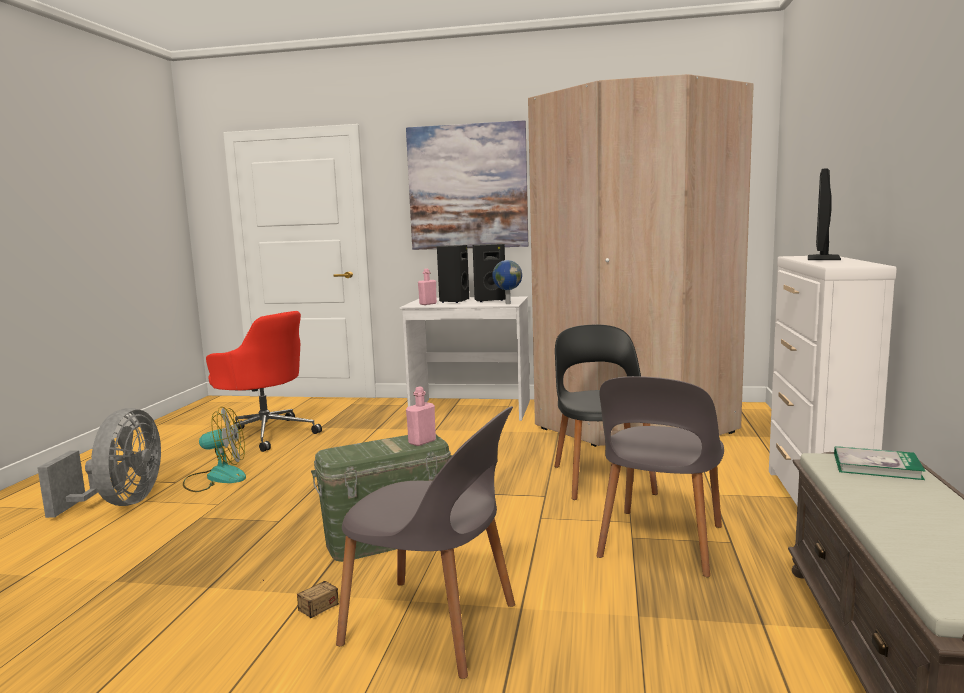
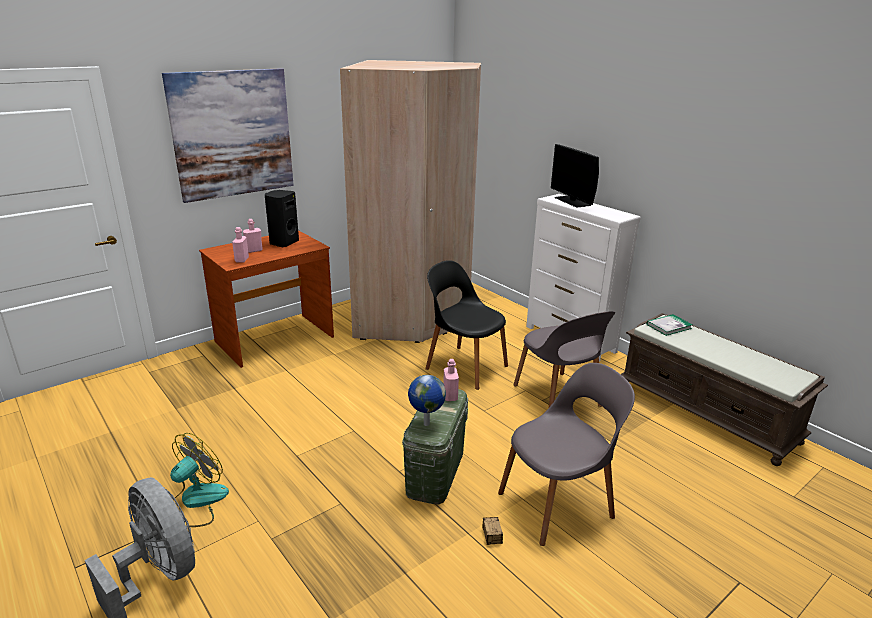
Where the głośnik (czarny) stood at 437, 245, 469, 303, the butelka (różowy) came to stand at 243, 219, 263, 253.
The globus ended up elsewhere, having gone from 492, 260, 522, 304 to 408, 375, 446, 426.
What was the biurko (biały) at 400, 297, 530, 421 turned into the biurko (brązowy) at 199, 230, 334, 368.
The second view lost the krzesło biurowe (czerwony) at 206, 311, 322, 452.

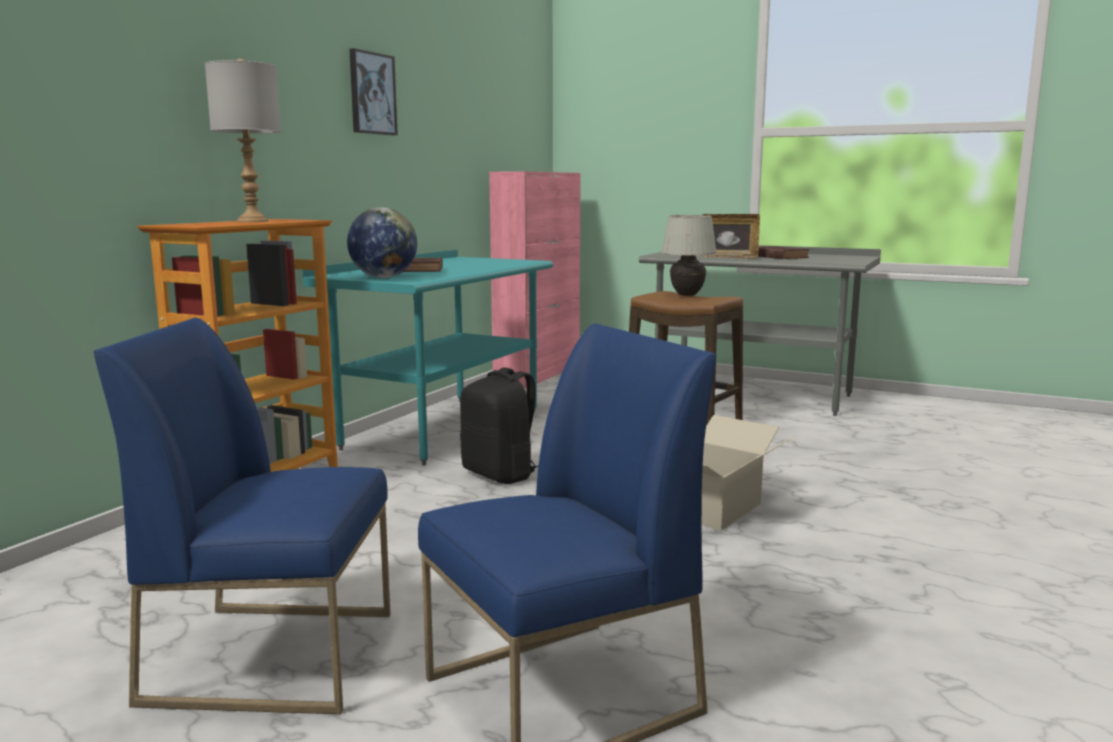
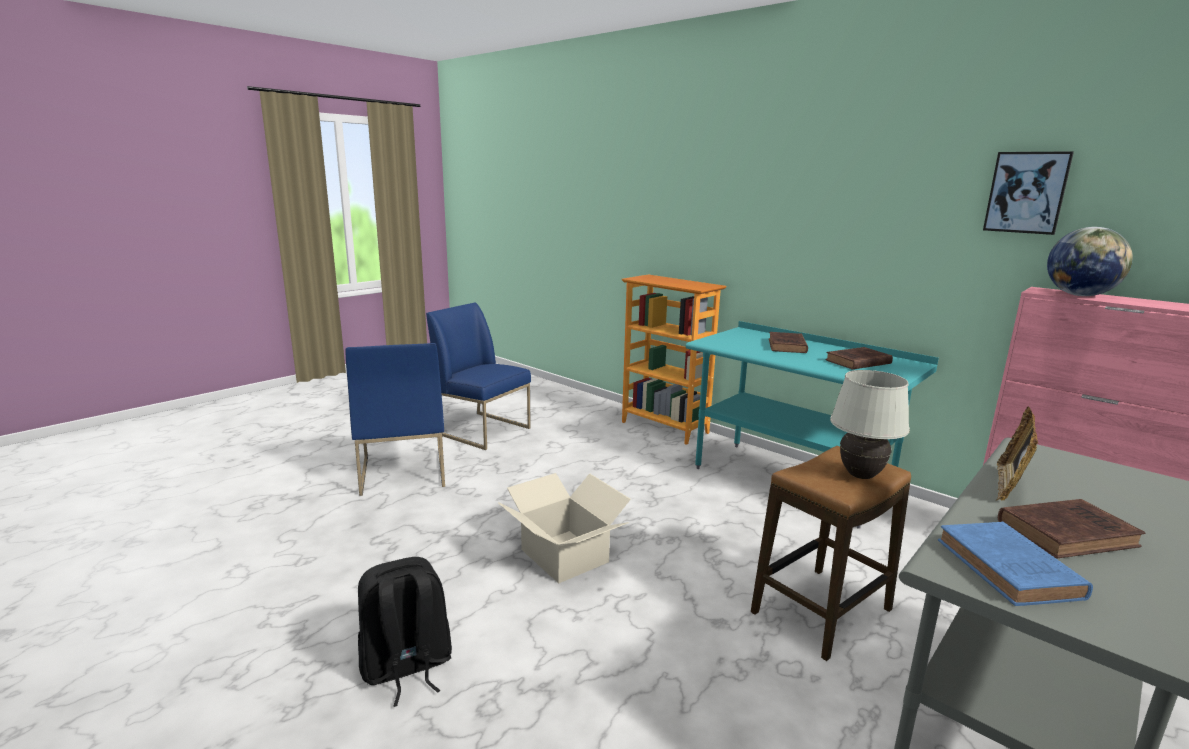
The obraz ended up elsewhere, having gone from 349, 48, 398, 135 to 983, 152, 1074, 235.
The second view lost the lampa stołowa (szary) at 205, 59, 281, 222.
The globus ended up elsewhere, having gone from 347, 207, 417, 278 to 1047, 227, 1133, 296.
The krzesło (niebieski) at 94, 318, 390, 714 ended up facing another way, 75 degrees counterclockwise from before.
The plecak (czarny) ended up elsewhere, having gone from 460, 367, 538, 484 to 358, 557, 452, 707.
The second view gained the książka (brązowy) at 825, 347, 893, 370.
The second view gained the książka (niebieski) at 938, 522, 1093, 606.

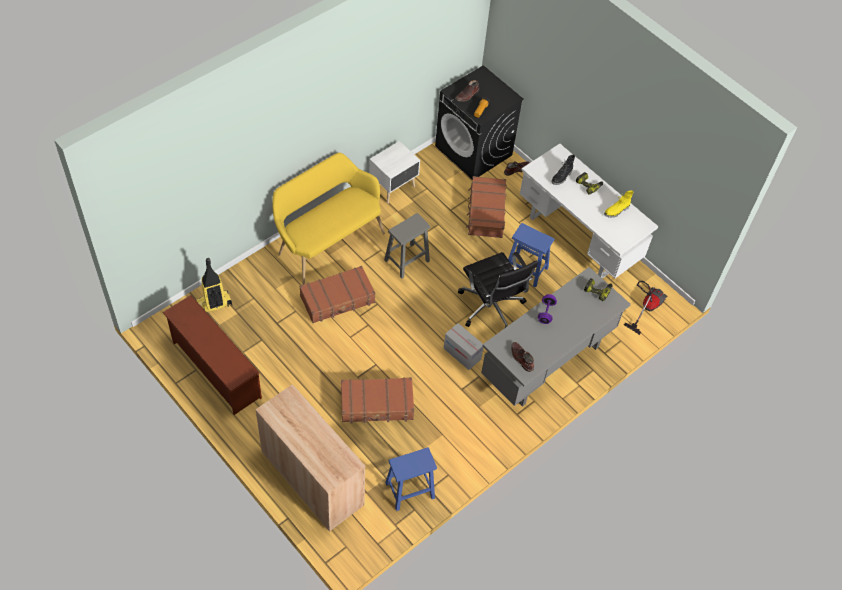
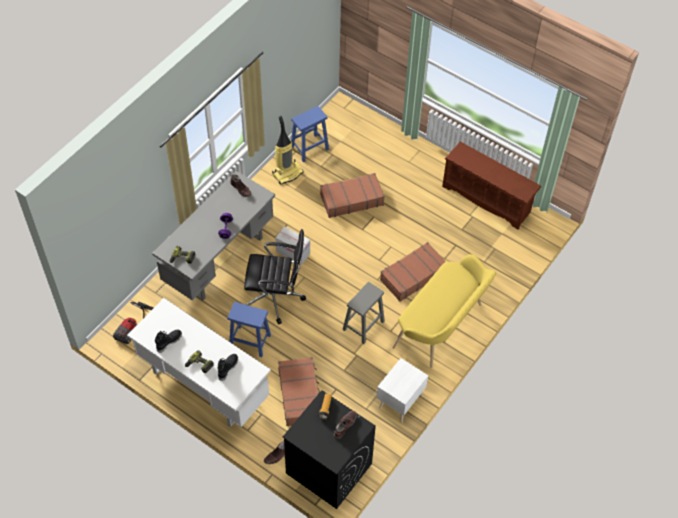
What was the but z cholewką (żółty) at 604, 191, 634, 218 turned into the but z cholewką (czarny) at 155, 330, 182, 353.
The krzesło biurowe (czarny) at 458, 252, 538, 328 ended up facing another way, 135 degrees clockwise from before.
The odkurzacz ended up elsewhere, having gone from 196, 258, 232, 312 to 272, 116, 304, 185.
The second view lost the szafka (beżowy) at 255, 384, 365, 532.

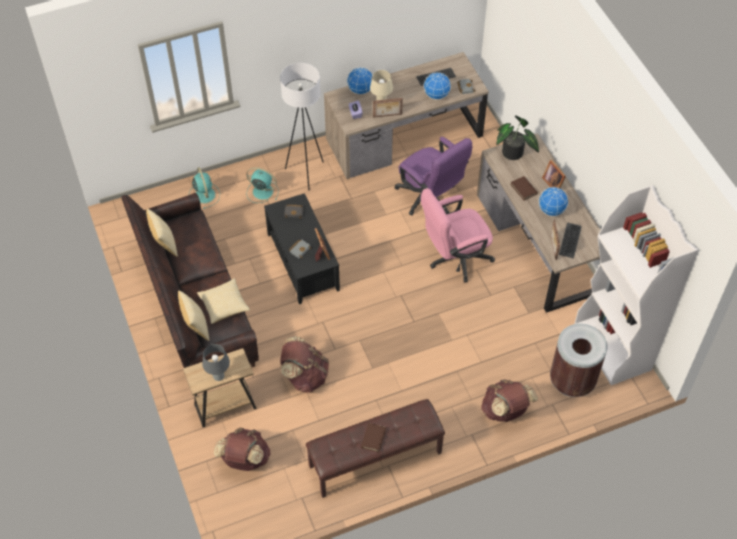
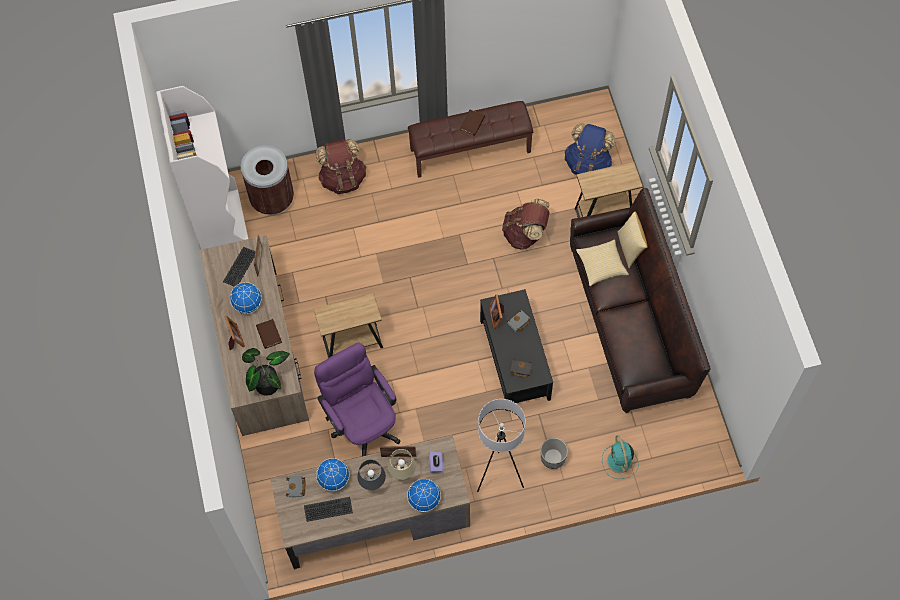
Where the wentylator (turkusowy) stood at 246, 167, 279, 203, the donica came to stand at 540, 438, 568, 469.
Where the krzesło biurowe (różowy) stood at 421, 188, 495, 282, the stolik (brązowy) came to stand at 313, 293, 383, 358.
The second view lost the poduszka at 146, 209, 178, 257.
The lampa stołowa (szary) ended up elsewhere, having gone from 202, 344, 230, 381 to 357, 459, 386, 490.
What was the plecak (brązowy) at 214, 428, 271, 471 turned into the plecak (niebieski) at 565, 123, 616, 175.

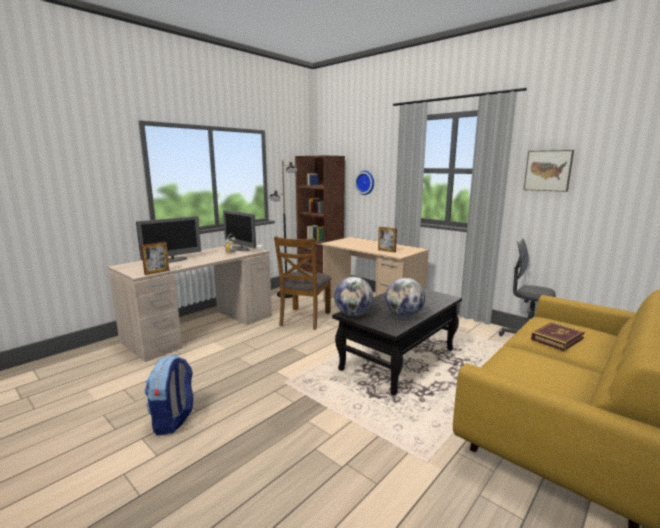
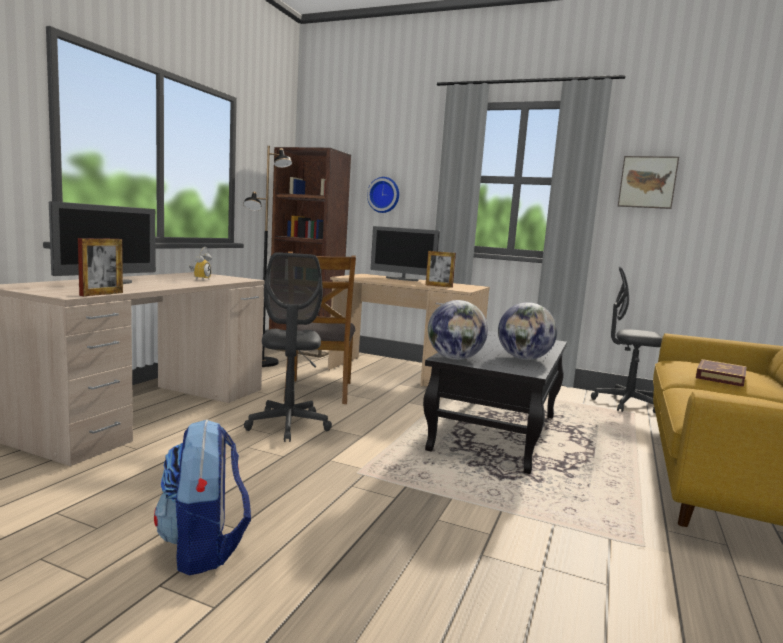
The monitor ended up elsewhere, having gone from 223, 210, 256, 251 to 370, 226, 440, 281.
The second view gained the krzesło biurowe (szary) at 244, 252, 332, 442.

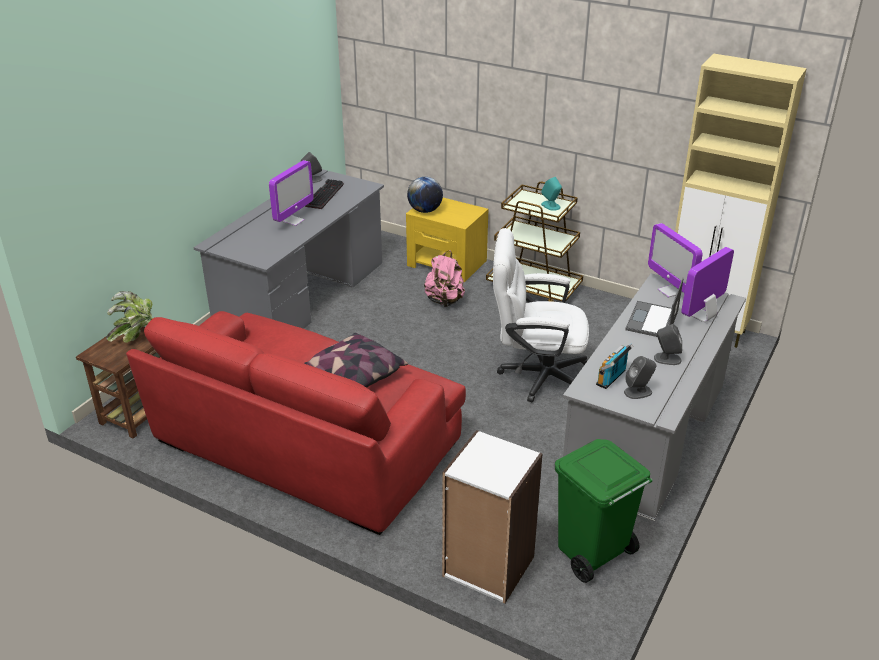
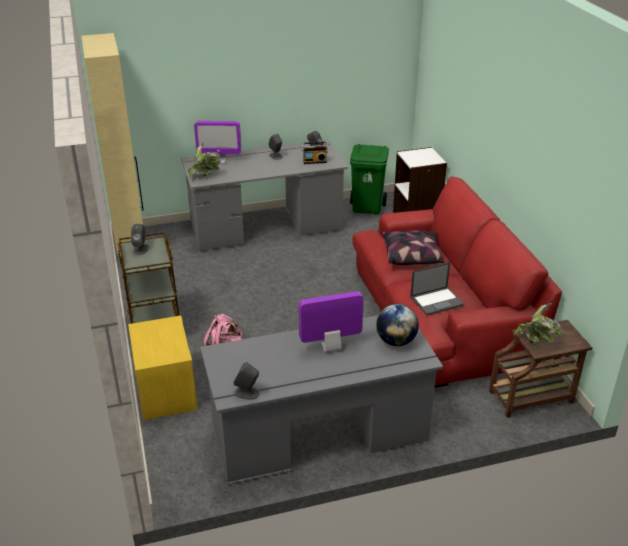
The globus ended up elsewhere, having gone from 407, 177, 443, 213 to 376, 304, 419, 346.
What was the głośnik (turkusowy) at 541, 177, 562, 211 turned into the głośnik (szary) at 131, 223, 149, 255.
The second view lost the klawiatura at 305, 179, 344, 209.
Where the monitor stood at 648, 223, 703, 298, the roślina doniczkowa came to stand at 188, 142, 221, 178.
The second view lost the krzesło biurowe (biały) at 493, 228, 589, 403.
The laptop ended up elsewhere, having gone from 625, 278, 684, 337 to 410, 262, 464, 316.

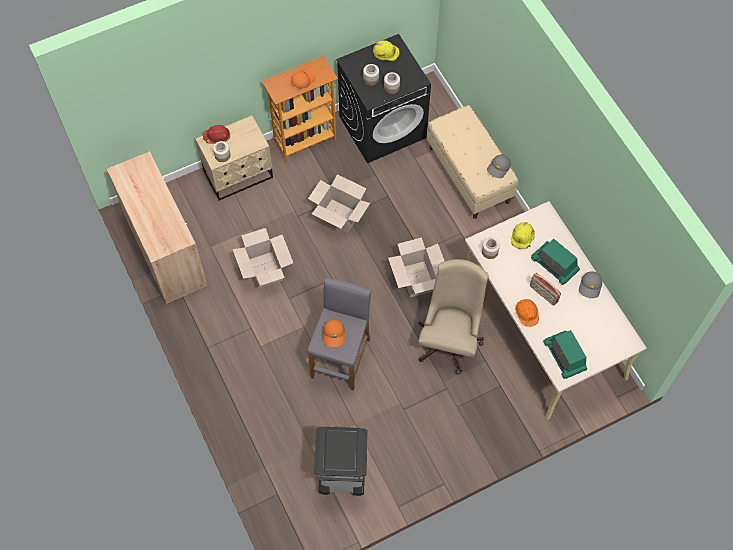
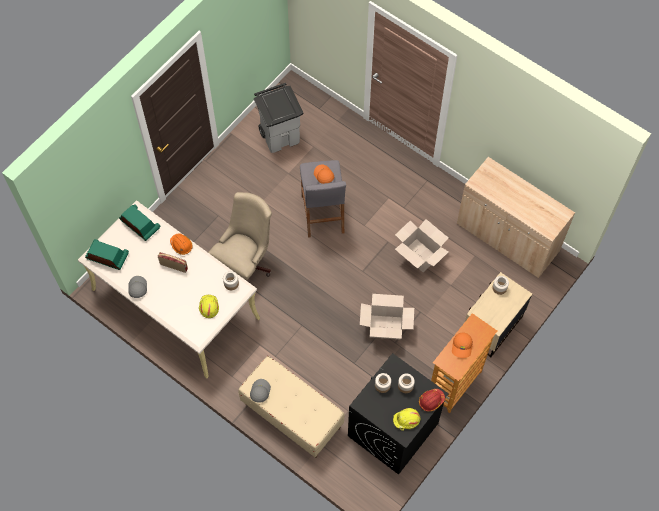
The kask (czerwony) ended up elsewhere, having gone from 203, 125, 230, 144 to 419, 389, 445, 412.
The second view lost the karton at 388, 237, 444, 297.
The radio ended up elsewhere, having gone from 531, 239, 580, 285 to 85, 239, 129, 270.
The krzesło biurowe (beżowy) at 418, 259, 488, 375 ended up facing another way, 135 degrees counterclockwise from before.

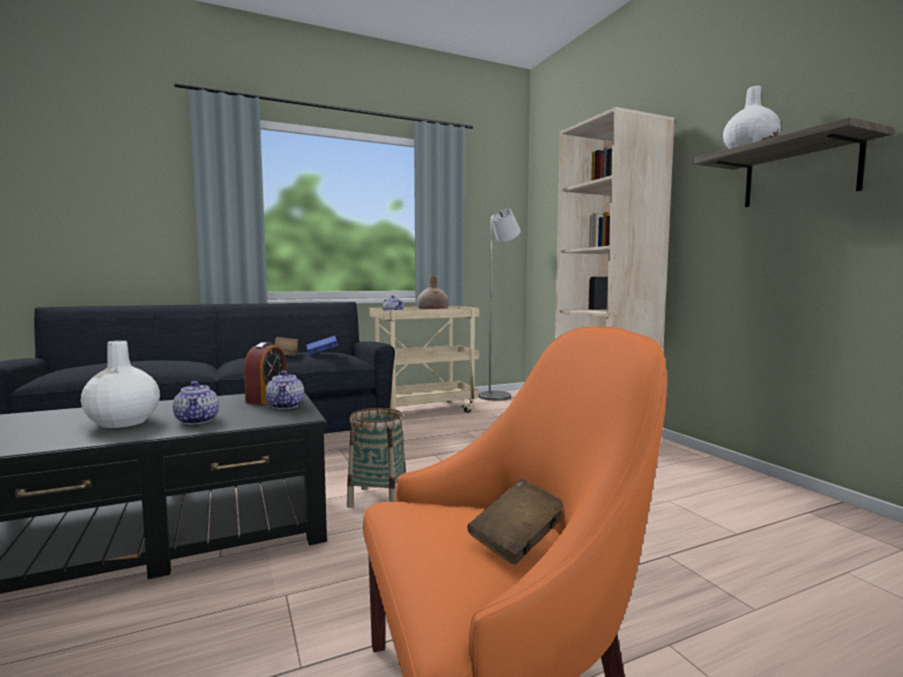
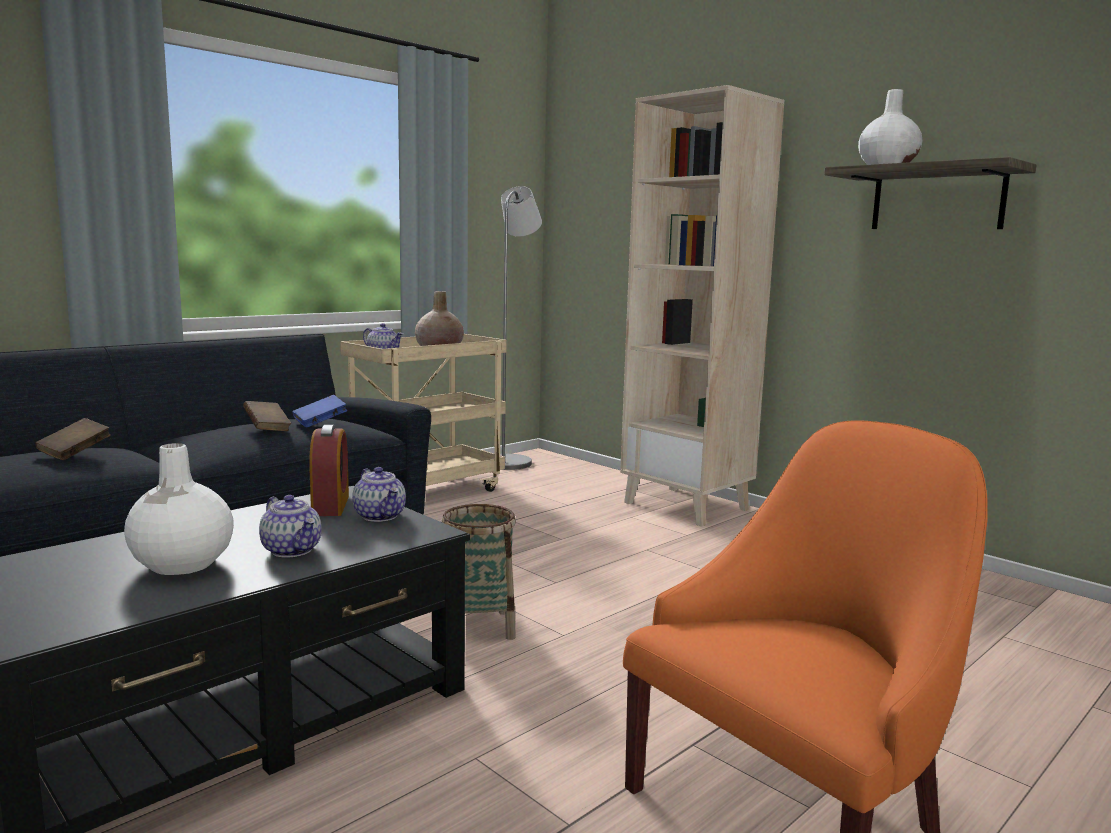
The książka (brązowy) ended up elsewhere, having gone from 467, 479, 564, 565 to 35, 418, 111, 460.

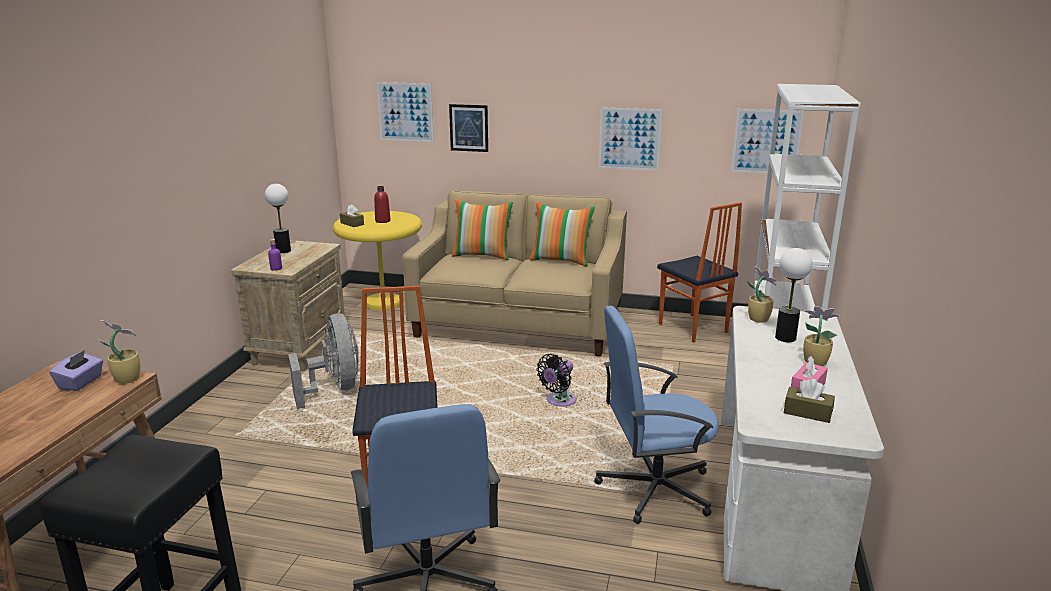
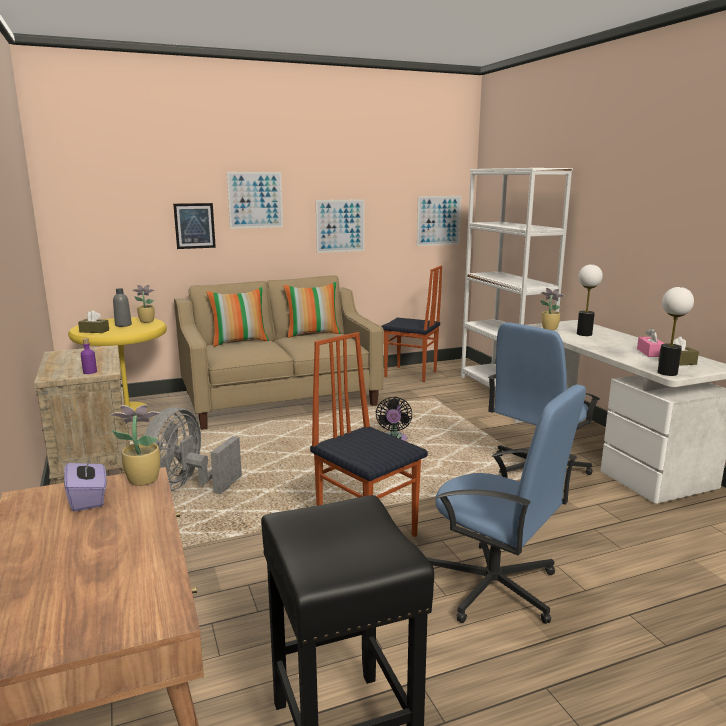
The obraz ended up elsewhere, having gone from 377, 82, 434, 142 to 227, 172, 283, 229.
The lampa stołowa ended up elsewhere, having gone from 265, 184, 291, 253 to 657, 287, 694, 376.
What was the butelka (czerwony) at 374, 186, 391, 223 turned into the butelka (szary) at 113, 288, 132, 327.
The roślina doniczkowa ended up elsewhere, having gone from 803, 306, 840, 366 to 132, 285, 155, 323.
The wentylator (szary) at 288, 313, 359, 409 ended up facing another way, 105 degrees counterclockwise from before.

